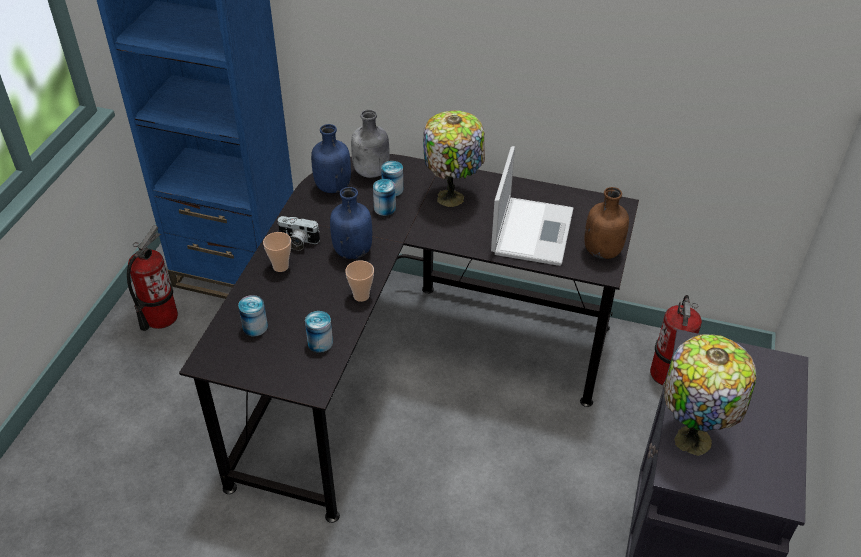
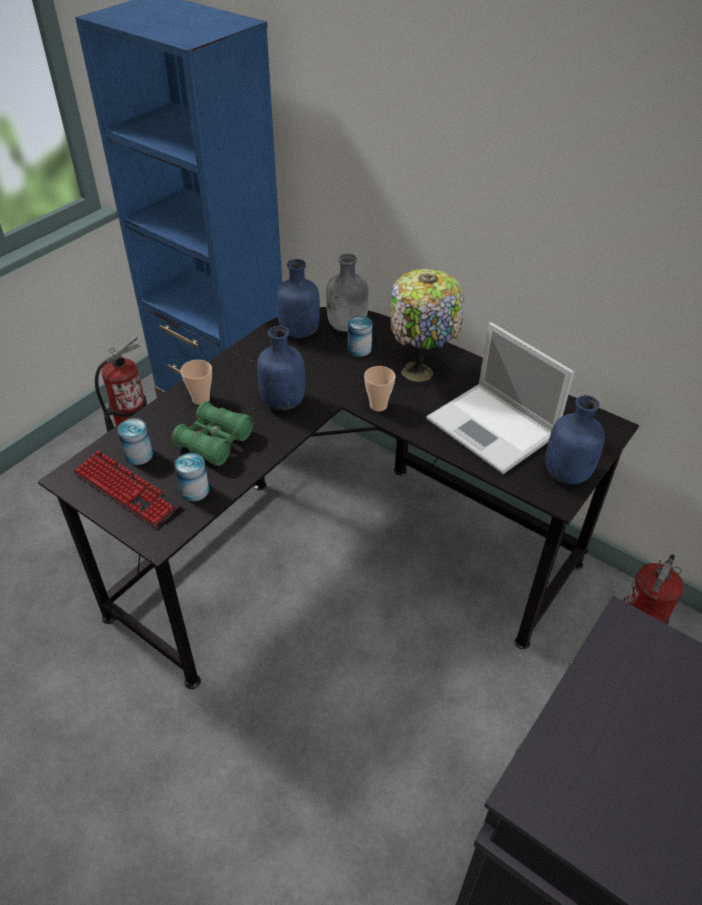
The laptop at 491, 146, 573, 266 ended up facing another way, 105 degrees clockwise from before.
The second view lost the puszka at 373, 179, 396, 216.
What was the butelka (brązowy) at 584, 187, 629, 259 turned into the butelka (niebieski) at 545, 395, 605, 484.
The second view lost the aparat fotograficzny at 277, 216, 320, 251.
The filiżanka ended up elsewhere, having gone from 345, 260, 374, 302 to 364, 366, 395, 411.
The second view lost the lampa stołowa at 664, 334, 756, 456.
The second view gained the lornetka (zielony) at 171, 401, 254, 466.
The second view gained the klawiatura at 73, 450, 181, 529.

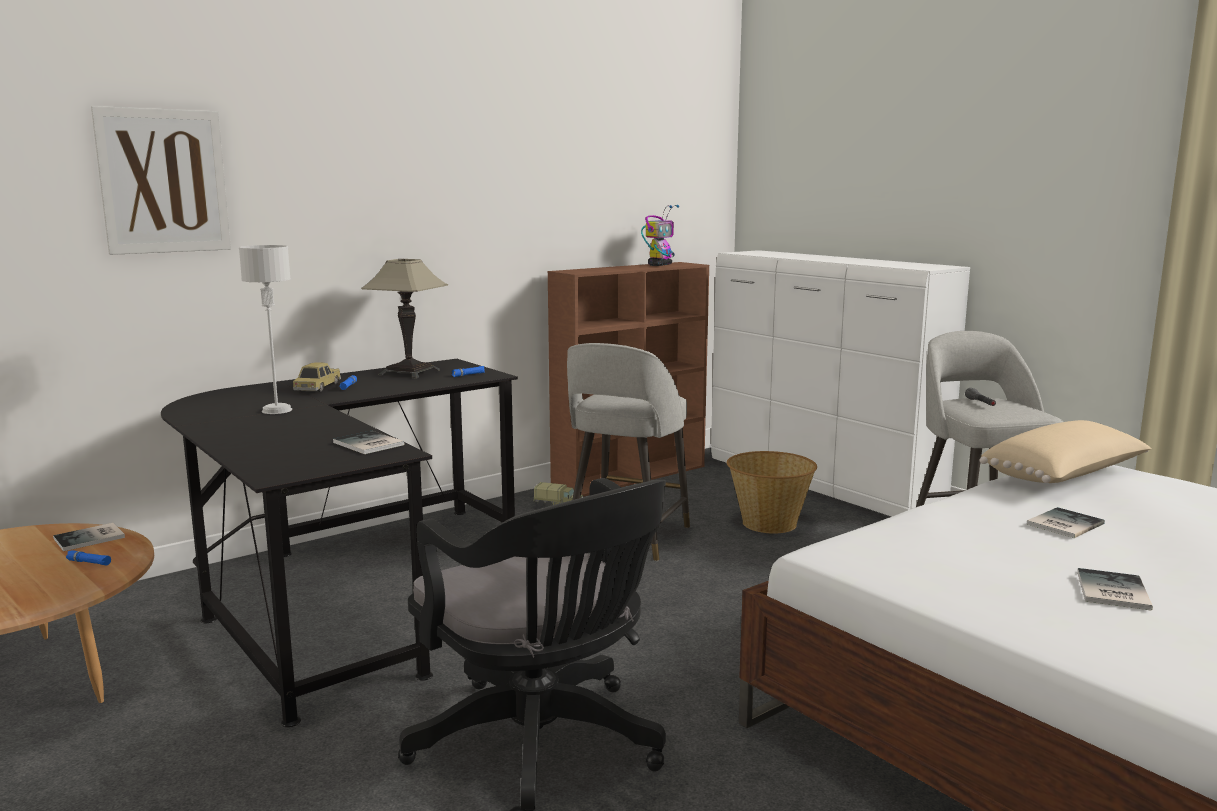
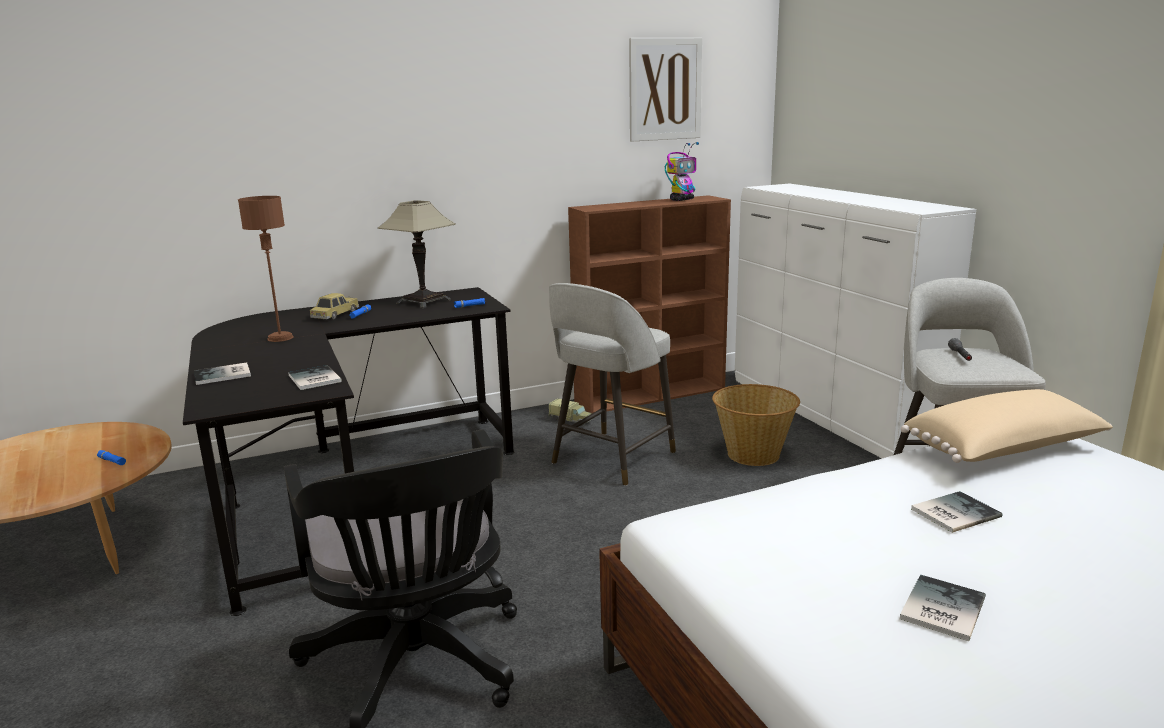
The obraz ended up elsewhere, having gone from 91, 106, 231, 255 to 629, 38, 702, 142.
What was the lampa stołowa (szary) at 239, 245, 292, 414 turned into the lampa stołowa (brązowy) at 238, 196, 293, 342.
The książka ended up elsewhere, having gone from 53, 523, 125, 551 to 194, 362, 251, 385.

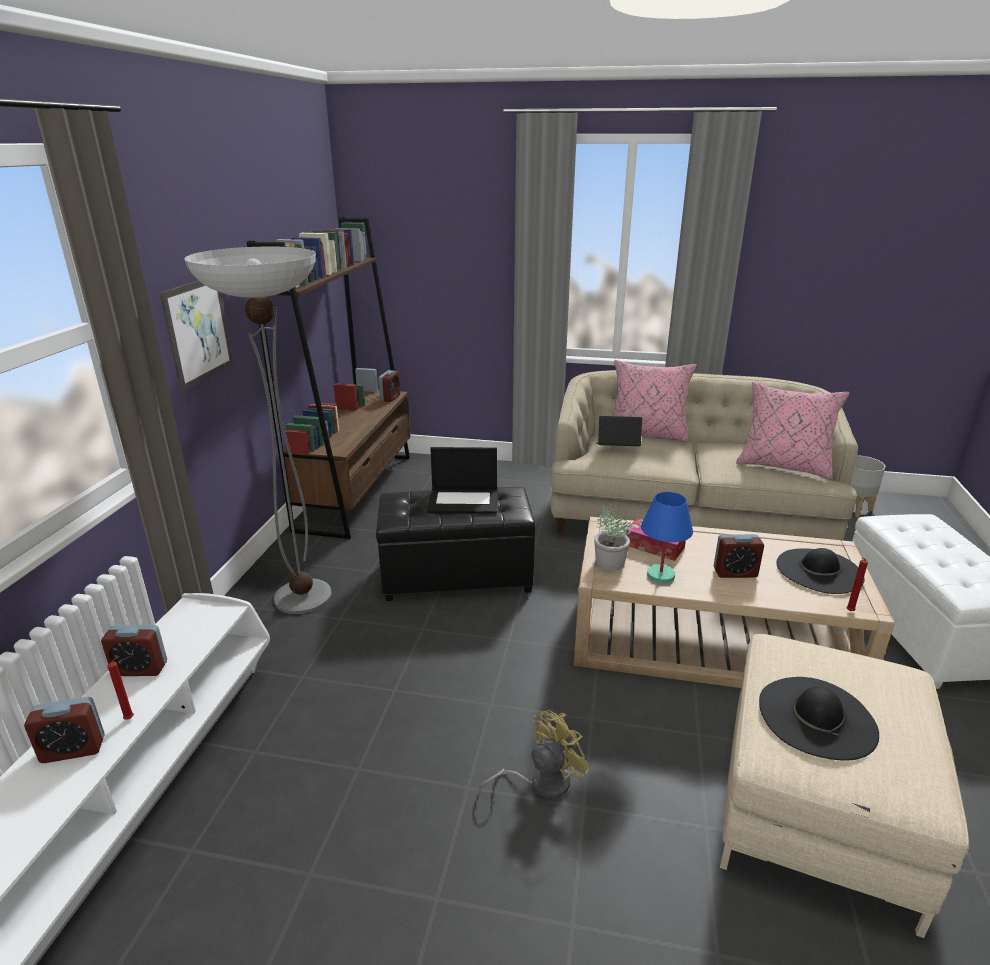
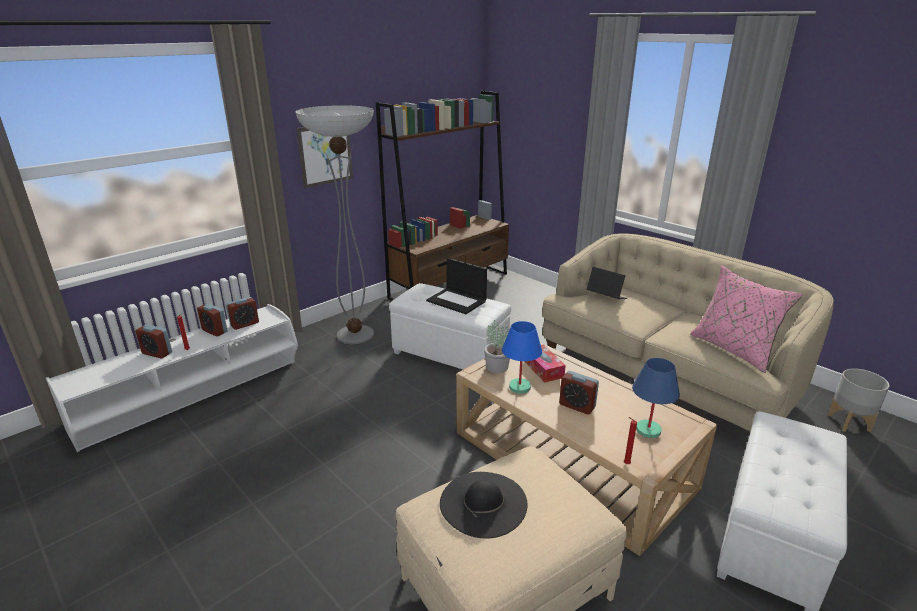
The second view lost the poduszka (różowy) at 613, 360, 697, 442.
The budzik ended up elsewhere, having gone from 378, 370, 400, 402 to 226, 297, 259, 330.
What was the pufa (czarny) at 376, 487, 536, 601 turned into the pufa (biały) at 389, 283, 511, 370.
Where the kapelusz (czarny) stood at 777, 548, 865, 594, the lampa stołowa (niebieski) came to stand at 632, 358, 680, 438.
The second view lost the wentylator (żółty) at 479, 710, 591, 799.

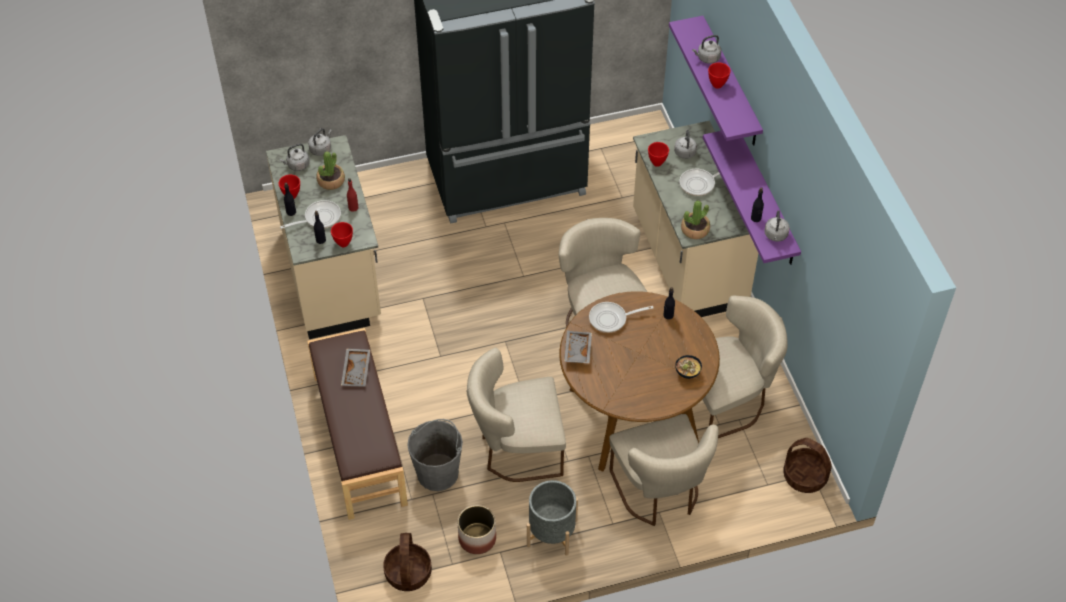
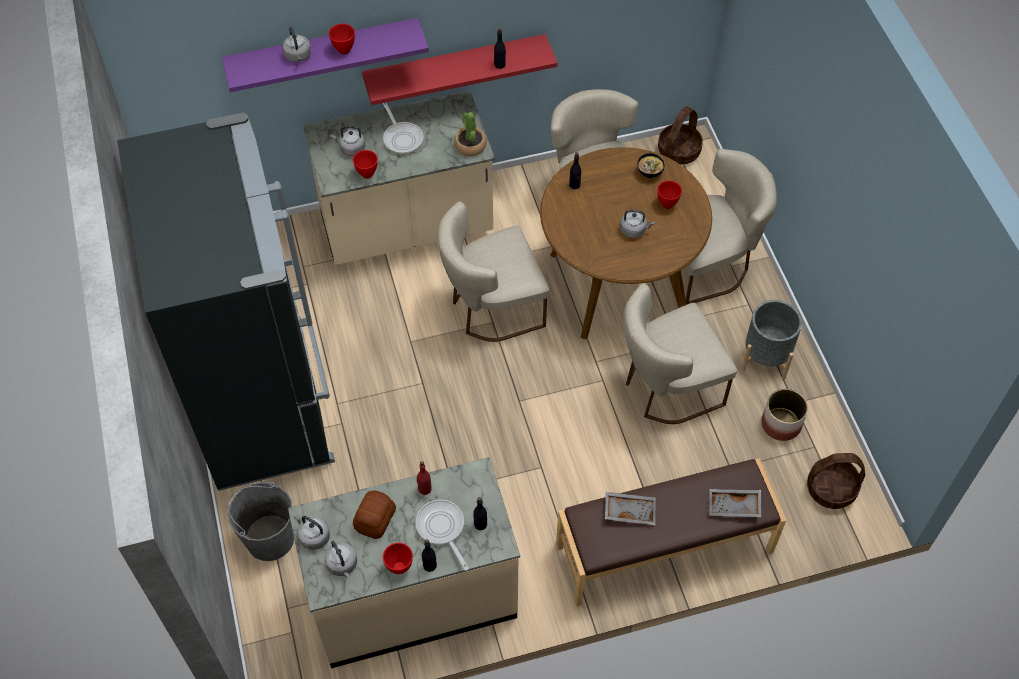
What was the półka (fioletowy) at 703, 131, 801, 265 turned into the półka (czerwony) at 362, 34, 558, 105.
Where the roślina doniczkowa stood at 316, 151, 345, 190, the chleb came to stand at 353, 490, 396, 539.
The czajnik (szary) ended up elsewhere, having gone from 764, 210, 790, 241 to 620, 210, 655, 238.
The miska (czerwony) ended up elsewhere, having gone from 331, 222, 353, 247 to 657, 181, 682, 209.
The second view lost the patelnia at 589, 302, 653, 333.
The taca (szary) ended up elsewhere, having gone from 564, 330, 592, 364 to 709, 489, 761, 517.
The krzesło (beżowy) at 467, 348, 566, 482 ended up facing another way, 75 degrees clockwise from before.
The wiadro (szary) ended up elsewhere, having gone from 407, 419, 463, 491 to 227, 482, 294, 561.

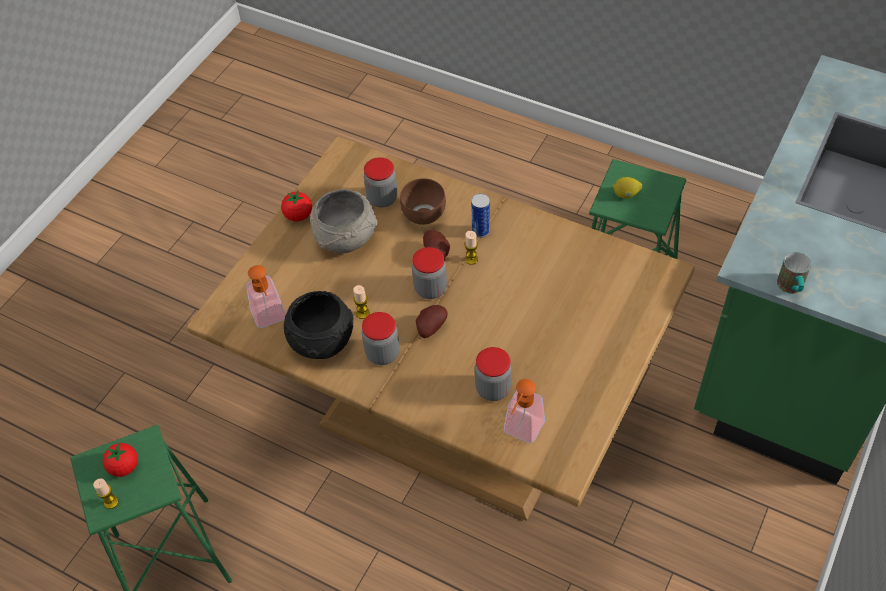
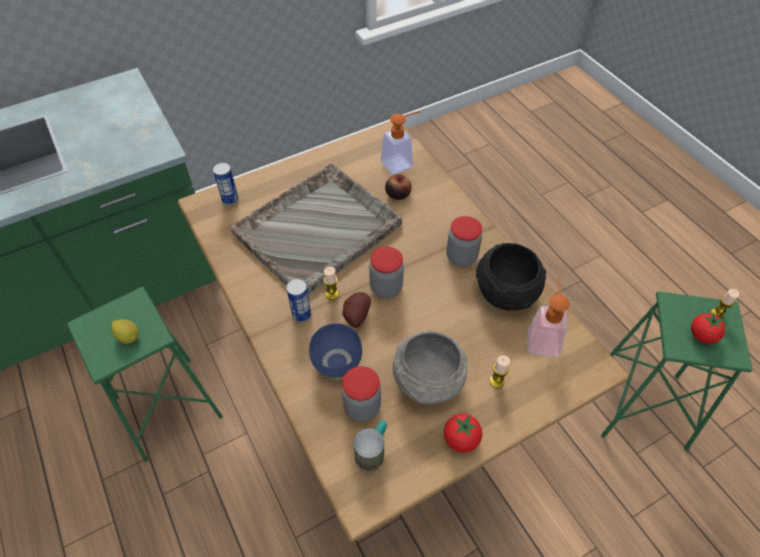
What was the miska (brązowy) at 400, 178, 446, 225 turned into the miska (niebieski) at 309, 323, 362, 378.
The kubek ended up elsewhere, having gone from 777, 252, 811, 294 to 354, 420, 387, 472.
The świeca ended up elsewhere, having gone from 353, 285, 370, 319 to 490, 355, 510, 388.
The second view lost the ziemniak at 416, 305, 448, 338.
Where the słoik stood at 475, 347, 512, 401, the jabłko came to stand at 385, 174, 412, 200.
The second view gained the puszka at 213, 163, 238, 206.
The second view gained the taca (szary) at 230, 163, 402, 294.

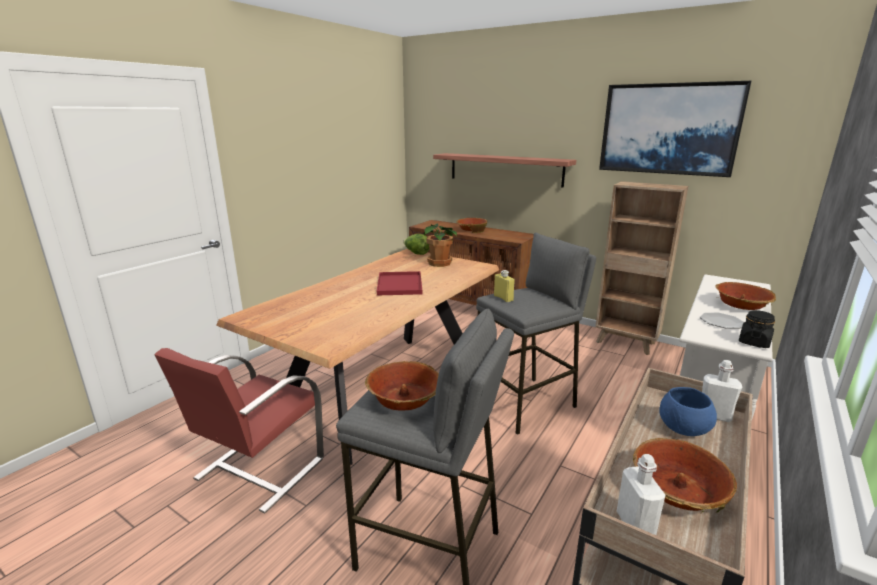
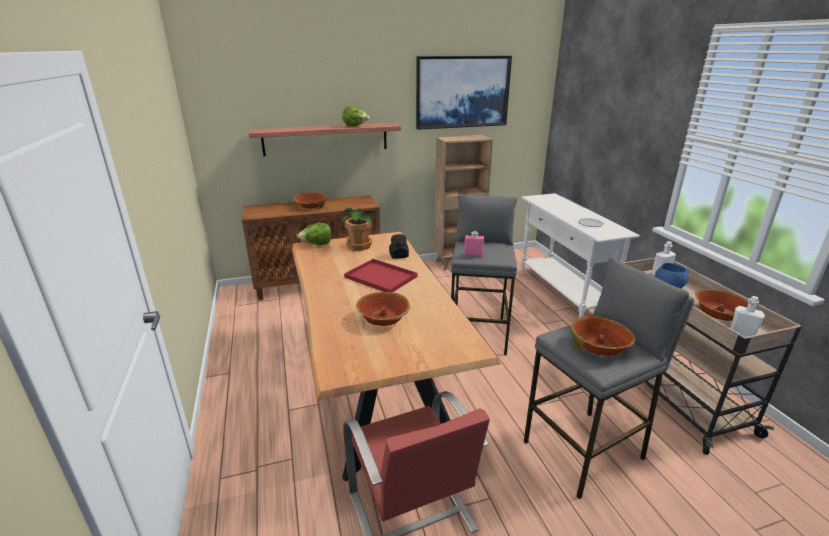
What was the butelka (żółty) at 494, 270, 515, 302 turned into the butelka (różowy) at 464, 231, 484, 257.
The miska ended up elsewhere, having gone from 715, 282, 776, 310 to 356, 292, 410, 326.
The słoik (czarny) ended up elsewhere, having gone from 739, 310, 775, 348 to 389, 234, 409, 259.
The second view gained the sałata at 342, 106, 370, 126.

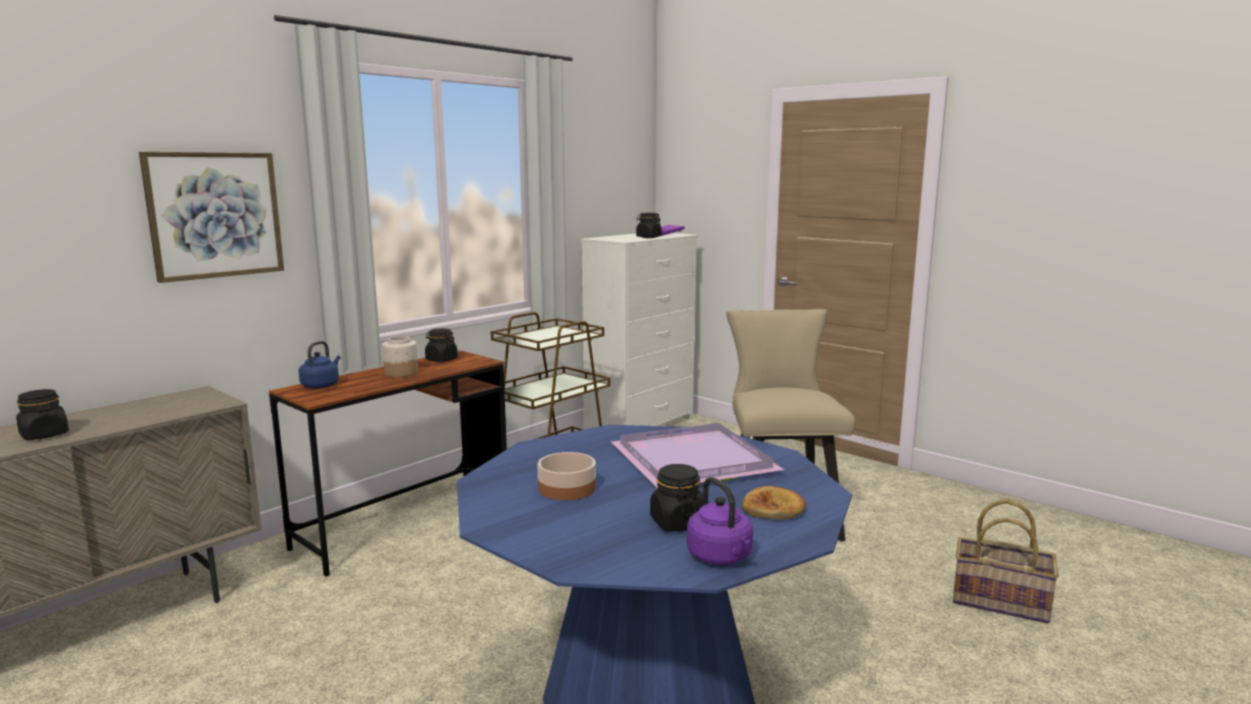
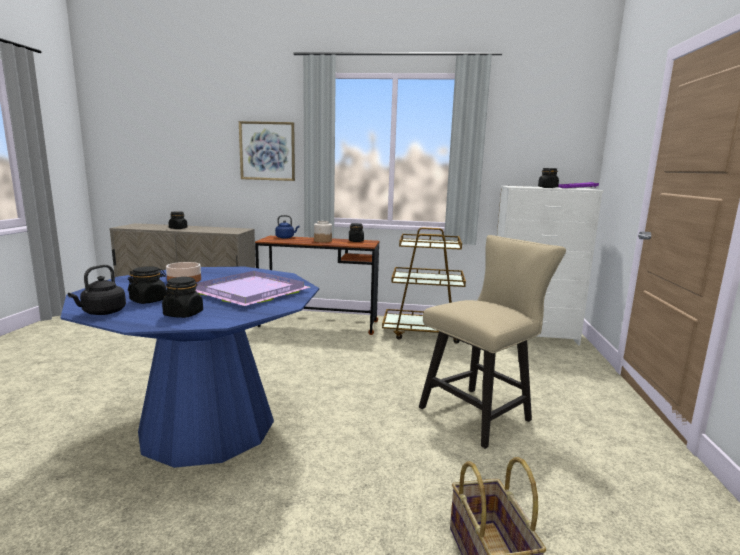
What was the czajnik (fioletowy) at 687, 477, 753, 565 turned into the czajnik (czarny) at 68, 264, 126, 315.
Where the chleb stood at 742, 486, 806, 519, the słoik (czarny) came to stand at 162, 277, 203, 318.

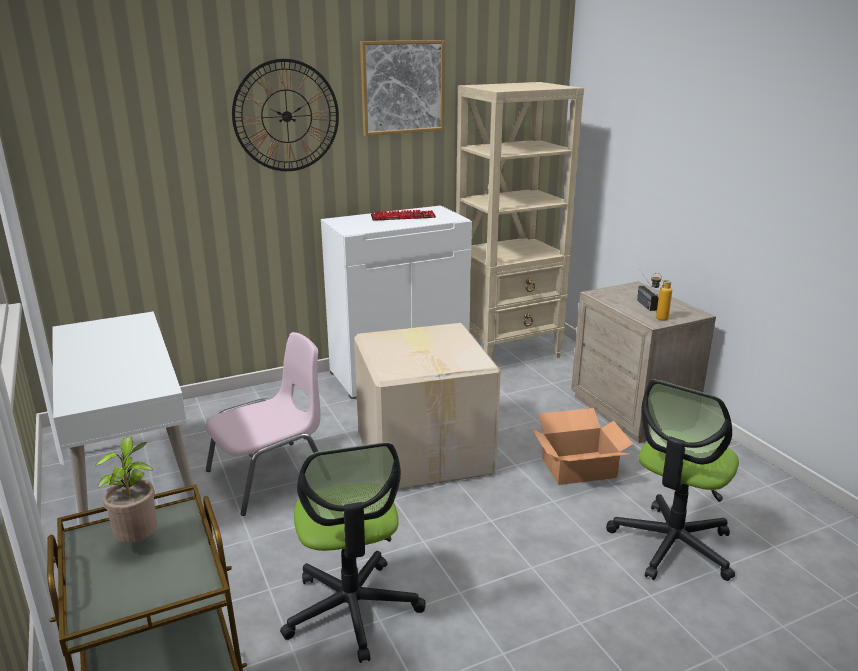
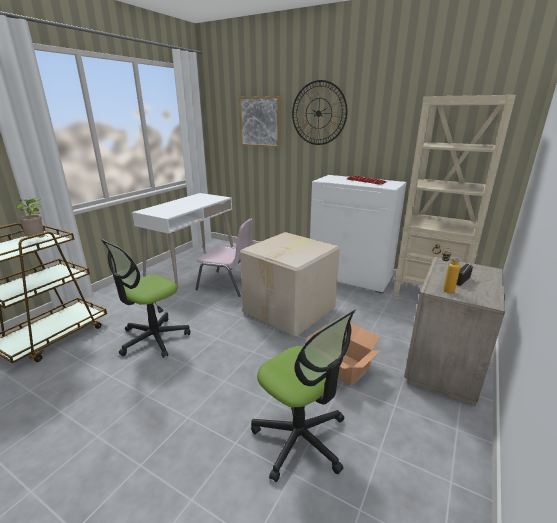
The obraz ended up elsewhere, having gone from 360, 40, 445, 136 to 239, 96, 281, 147.
The krzesło biurowe at 606, 380, 739, 581 ended up facing another way, 135 degrees counterclockwise from before.

